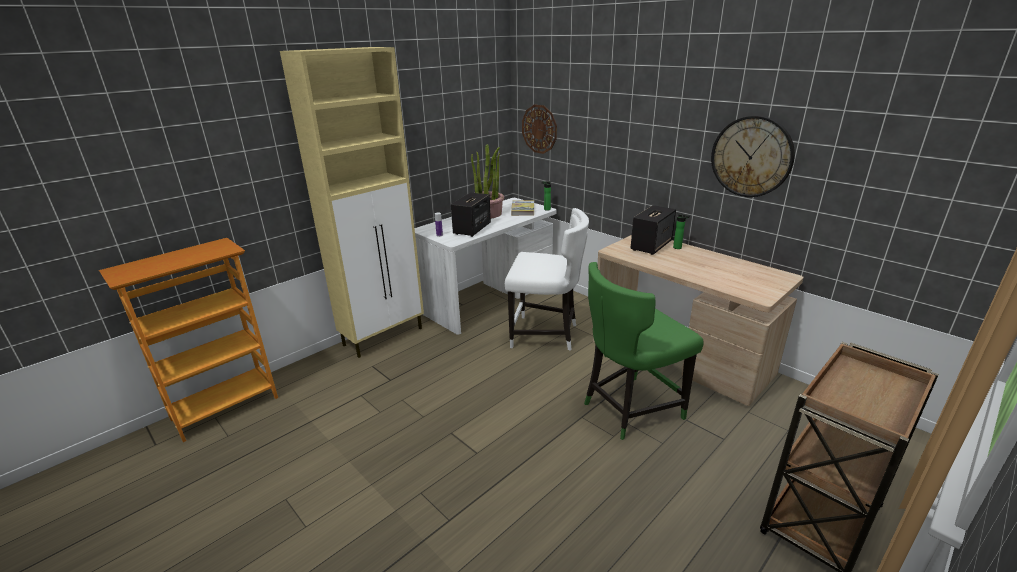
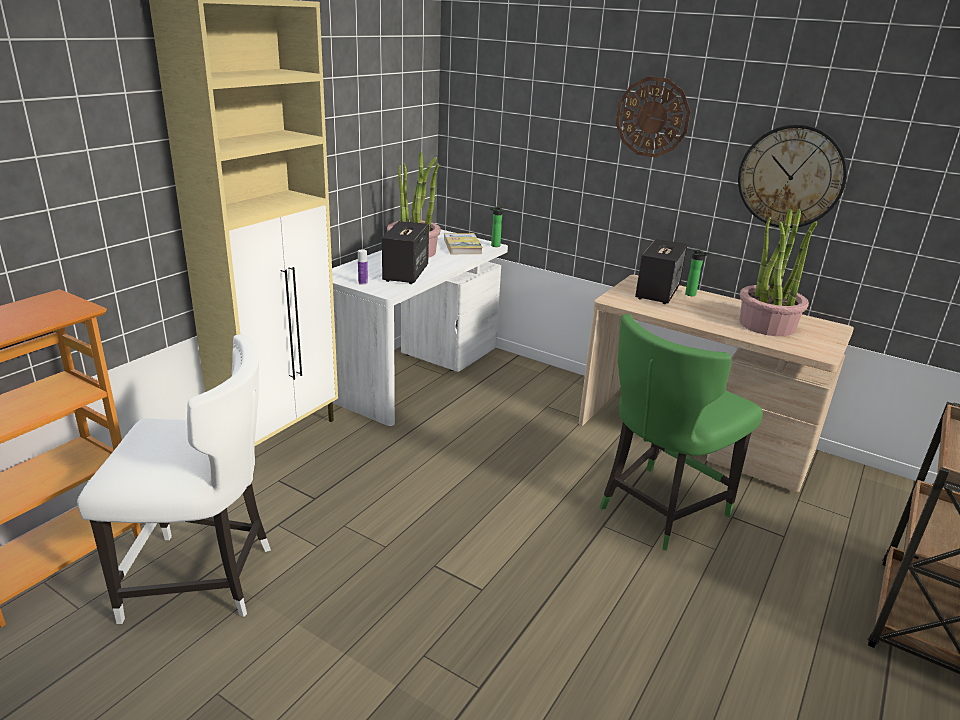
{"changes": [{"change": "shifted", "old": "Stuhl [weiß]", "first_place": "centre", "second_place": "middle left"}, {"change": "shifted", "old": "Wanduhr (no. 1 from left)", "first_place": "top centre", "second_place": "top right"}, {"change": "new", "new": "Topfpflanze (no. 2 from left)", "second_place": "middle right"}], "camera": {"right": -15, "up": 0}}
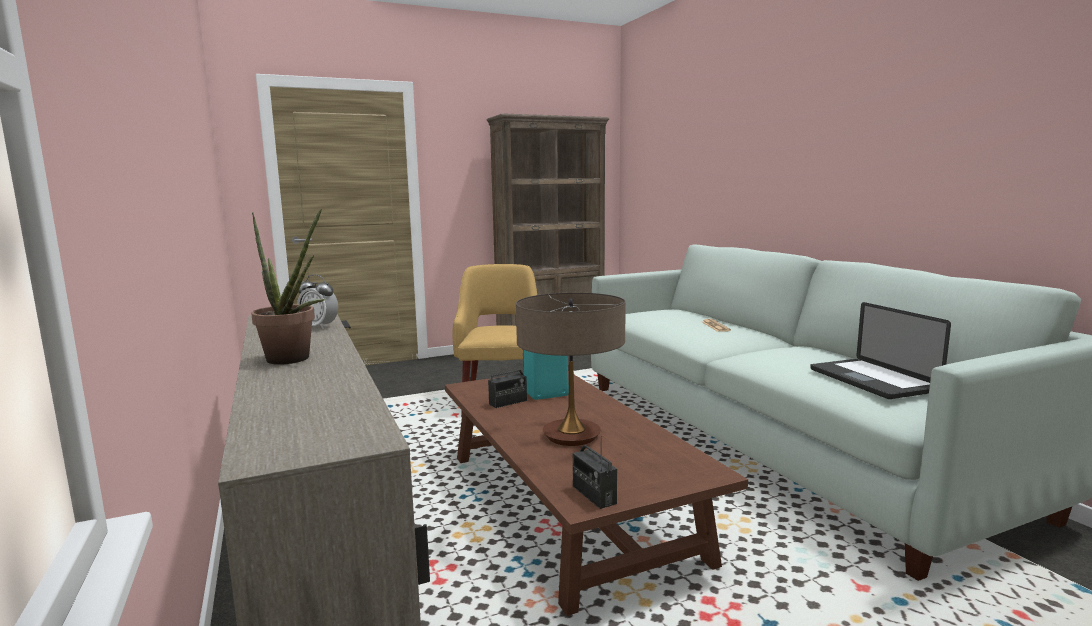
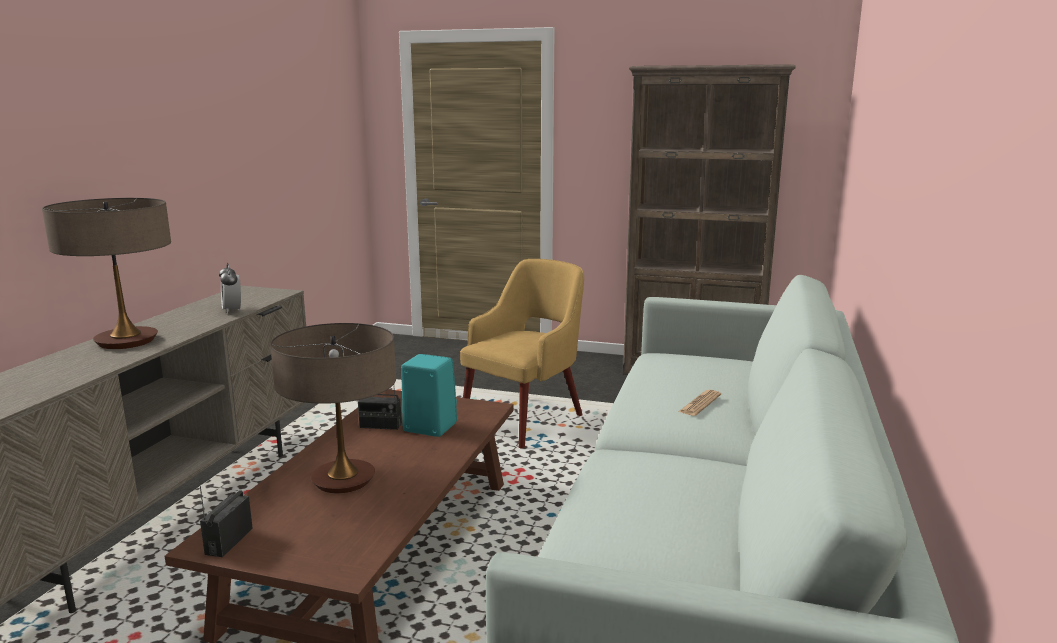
{"changes": [{"change": "swapped", "old": "Topfpflanze", "new": "Tischlampe (no. 1 from left)", "first_place": "middle left", "second_place": "middle left"}, {"change": "gone", "old": "Laptop", "first_place": "middle right"}], "camera": {"right": 40, "up": 5}}
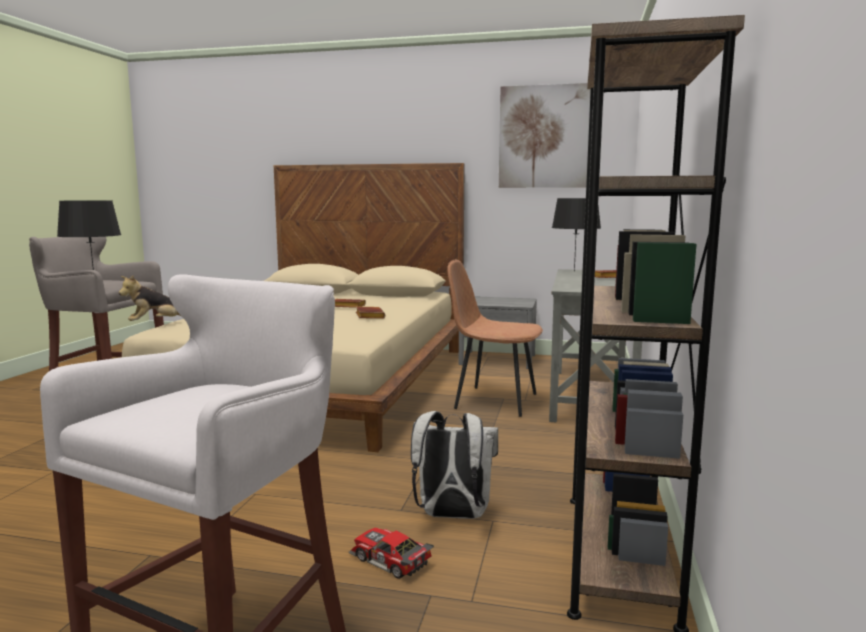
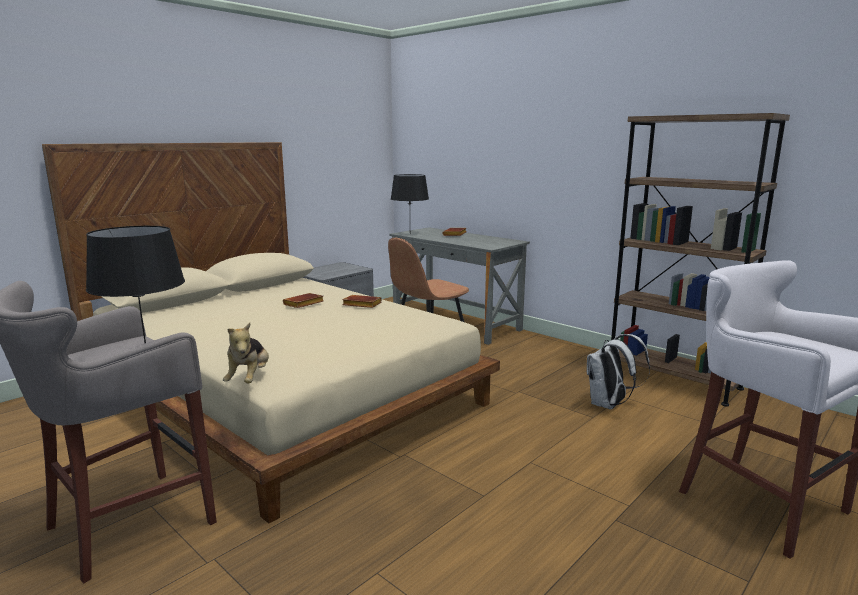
{"changes": [{"change": "gone", "old": "Spielzeugauto", "first_place": "bottom centre"}, {"change": "gone", "old": "Bild", "first_place": "top centre"}], "camera": {"right": -60, "up": 5}}
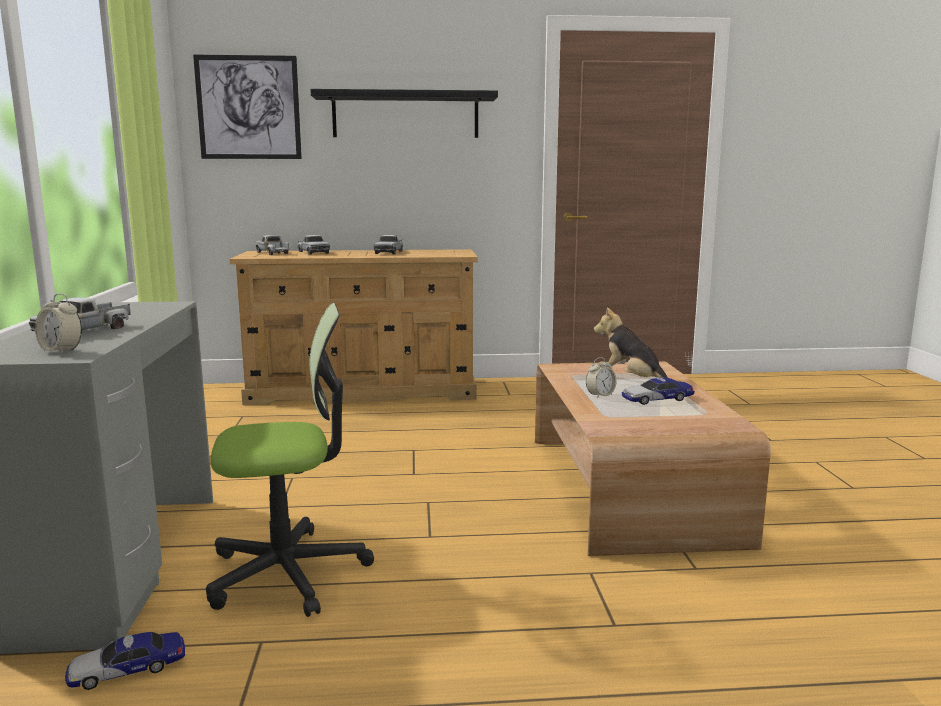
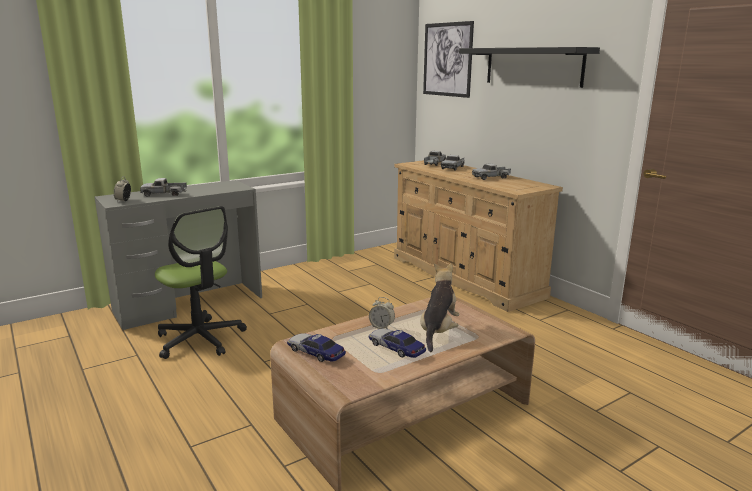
{"changes": [{"change": "shifted", "old": "Spielzeugauto (no. 1 from left)", "first_place": "bottom left", "second_place": "bottom centre"}], "camera": {"right": 60, "up": 5}}
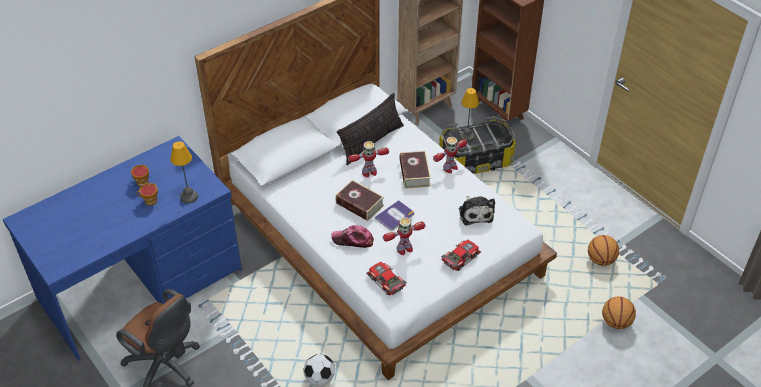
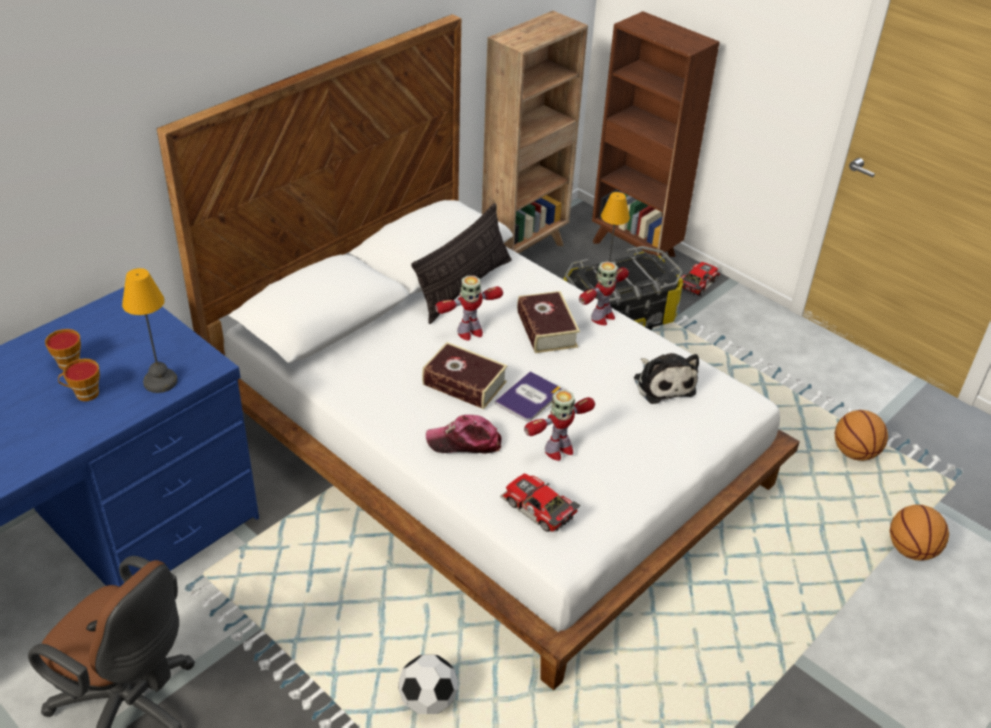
{"changes": [{"change": "shifted", "old": "Spielzeugauto (no. 2 from left)", "first_place": "centre", "second_place": "middle right"}], "camera": {"right": -10, "up": -5}}
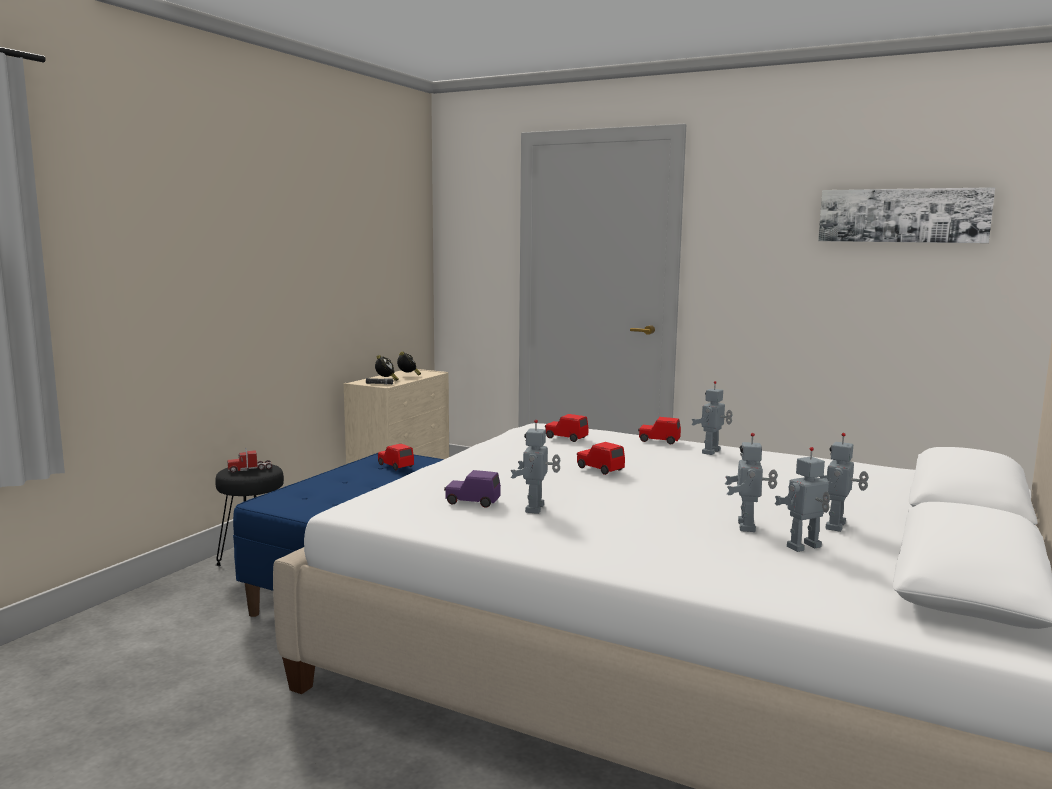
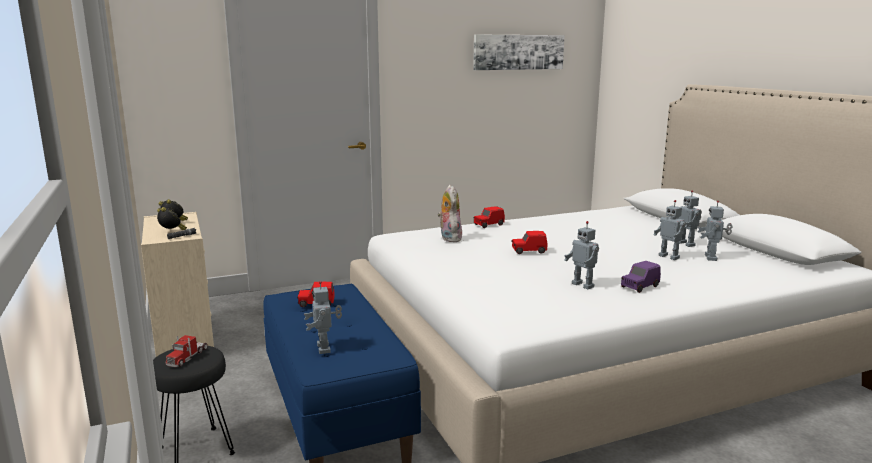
{"changes": [{"change": "shifted", "old": "Spielzeugauto [lila]", "first_place": "centre", "second_place": "middle right"}, {"change": "swapped", "old": "Spielzeugauto [rot] (no. 2 from left)", "new": "Plüschtier", "first_place": "centre", "second_place": "centre"}, {"change": "shifted", "old": "Spielzeugroboter (no. 2 from left in the first image)", "new": "Spielzeugroboter (no. 1 from left)", "first_place": "middle right", "second_place": "bottom centre"}], "camera": {"right": -50, "up": 5}}
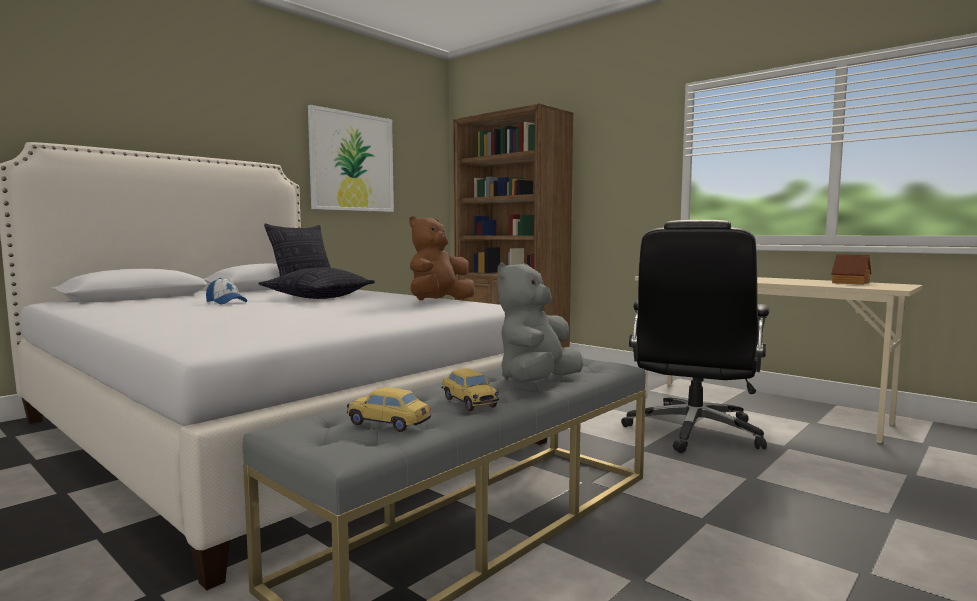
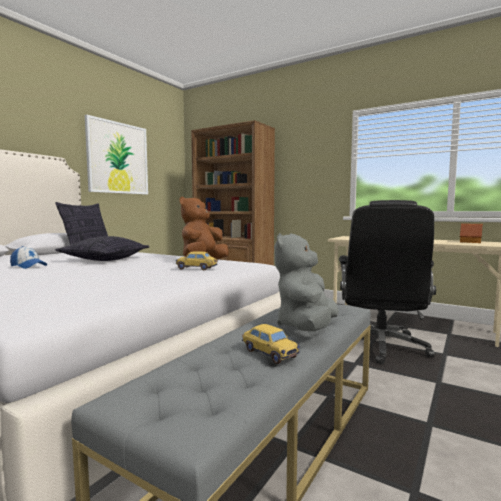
{"changes": [{"change": "shifted", "old": "Spielzeugauto (no. 1 from left)", "first_place": "bottom centre", "second_place": "centre"}], "camera": {"right": -10, "up": 0}}
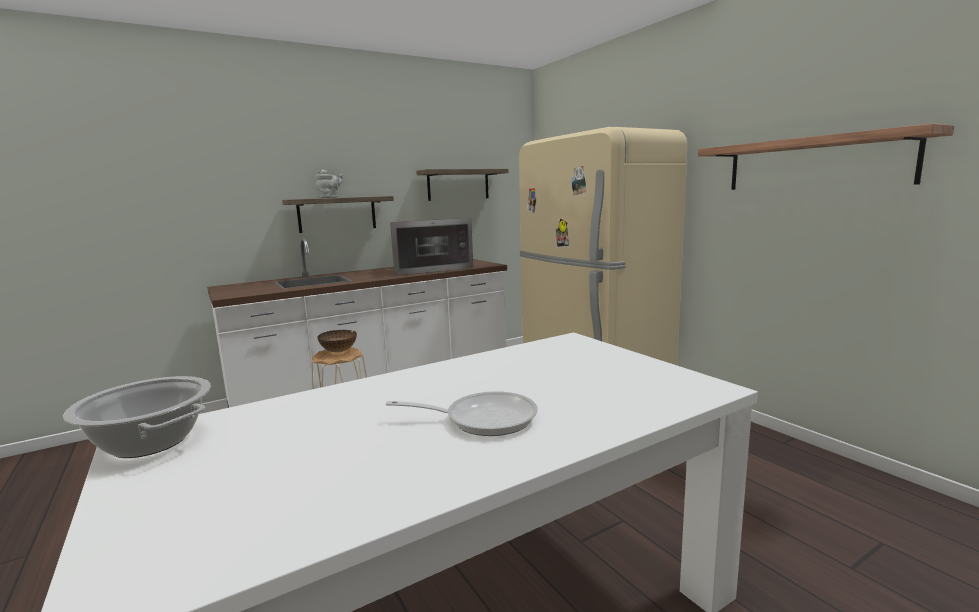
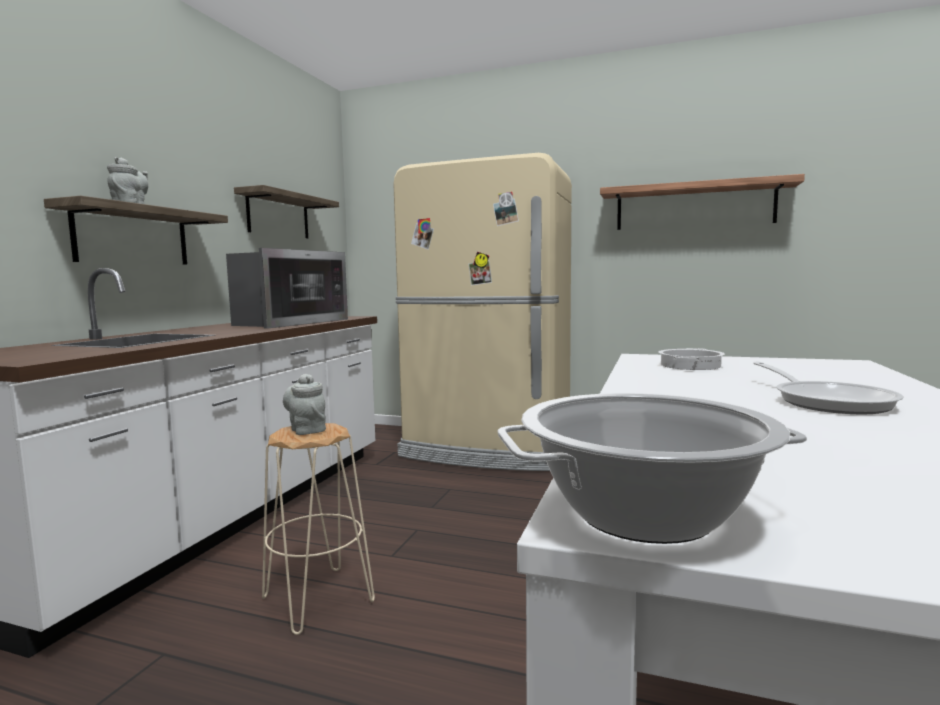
{"changes": [{"change": "swapped", "old": "Schüssel", "new": "Teekanne [grau] (no. 2 from left)", "first_place": "centre", "second_place": "middle left"}, {"change": "rotated", "old": "Pfanne", "first_place": "bottom centre", "second_place": "middle right", "degrees": 120}, {"change": "new", "new": "Kochtopf (no. 2 from left)", "second_place": "middle right"}], "camera": {"right": -40, "up": -5}}
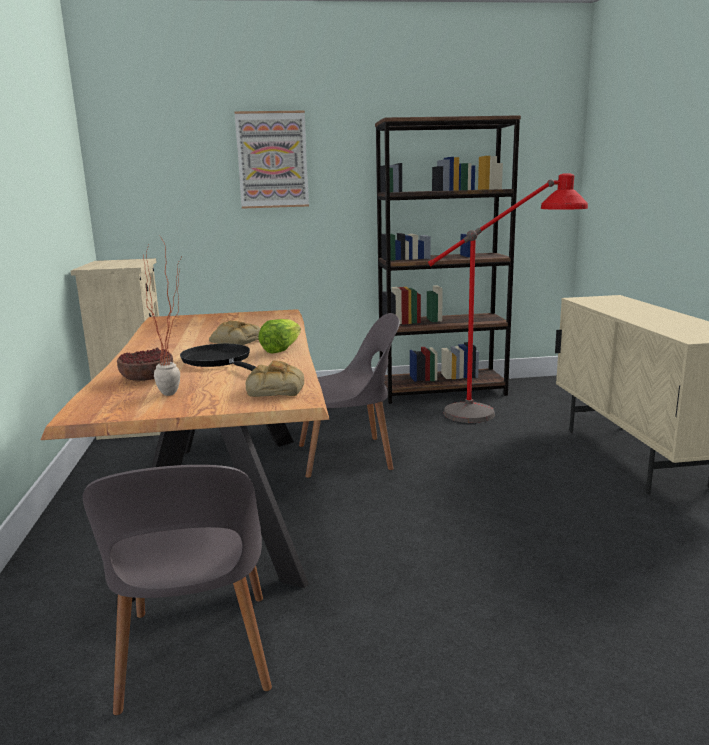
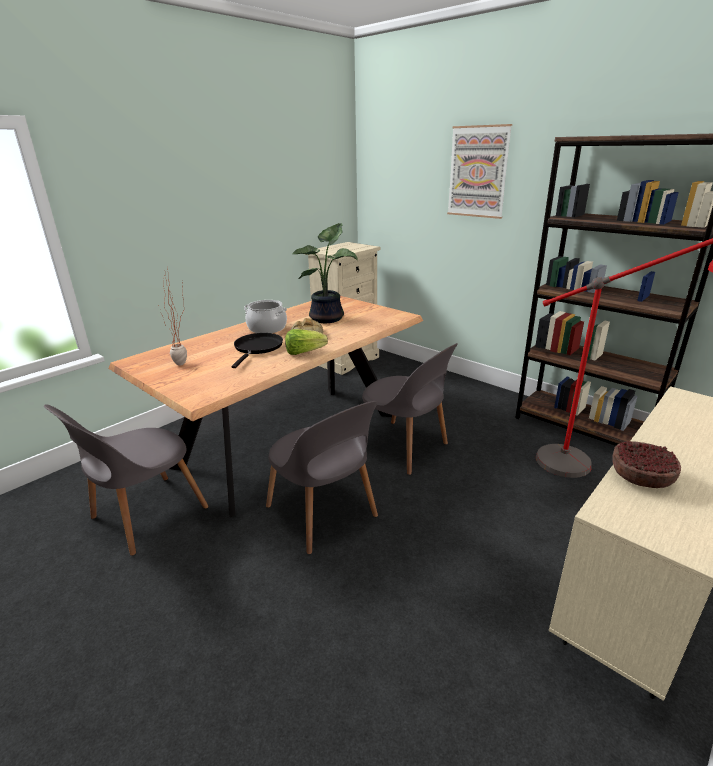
{"changes": [{"change": "shifted", "old": "Schüssel", "first_place": "middle left", "second_place": "middle right"}, {"change": "gone", "old": "Brot (no. 2 from left)", "first_place": "centre"}, {"change": "new", "new": "Kochtopf", "second_place": "centre"}, {"change": "new", "new": "Stuhl [grau] (no. 2 from left)", "second_place": "centre"}, {"change": "new", "new": "Topfpflanze (no. 2 from left)", "second_place": "centre"}], "camera": {"right": 50, "up": 10}}
